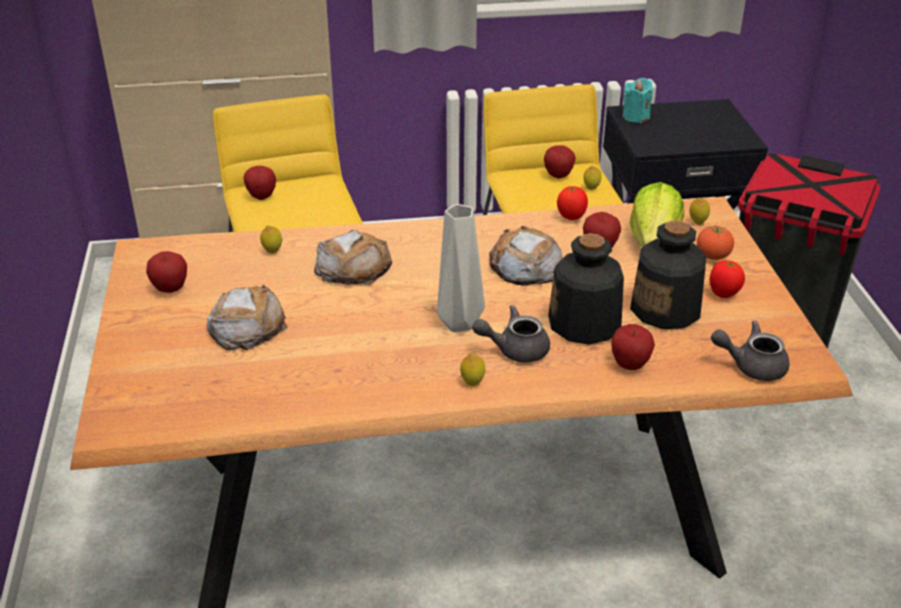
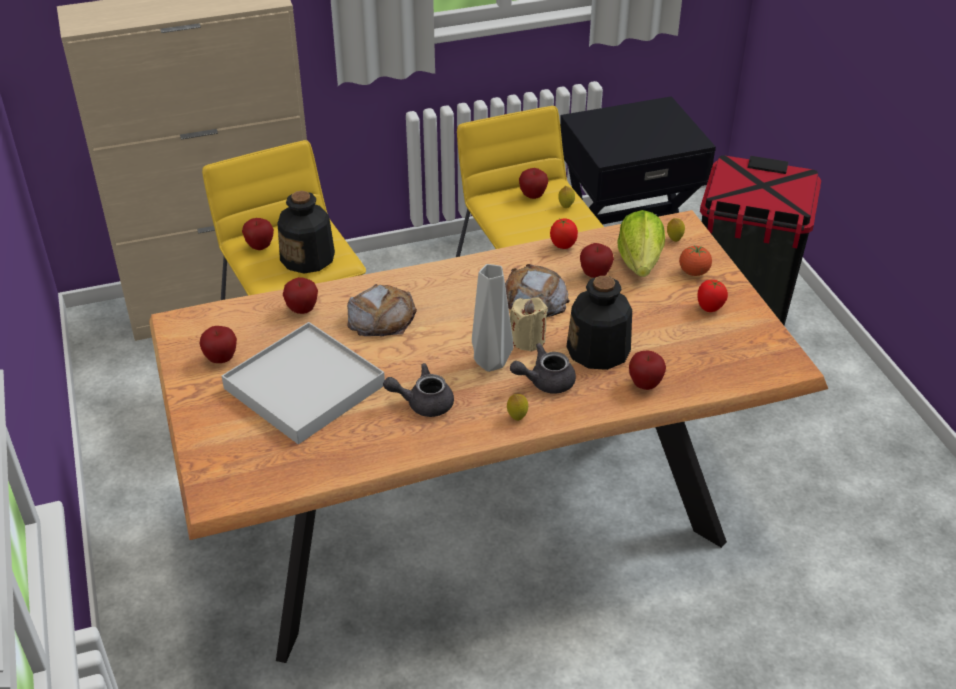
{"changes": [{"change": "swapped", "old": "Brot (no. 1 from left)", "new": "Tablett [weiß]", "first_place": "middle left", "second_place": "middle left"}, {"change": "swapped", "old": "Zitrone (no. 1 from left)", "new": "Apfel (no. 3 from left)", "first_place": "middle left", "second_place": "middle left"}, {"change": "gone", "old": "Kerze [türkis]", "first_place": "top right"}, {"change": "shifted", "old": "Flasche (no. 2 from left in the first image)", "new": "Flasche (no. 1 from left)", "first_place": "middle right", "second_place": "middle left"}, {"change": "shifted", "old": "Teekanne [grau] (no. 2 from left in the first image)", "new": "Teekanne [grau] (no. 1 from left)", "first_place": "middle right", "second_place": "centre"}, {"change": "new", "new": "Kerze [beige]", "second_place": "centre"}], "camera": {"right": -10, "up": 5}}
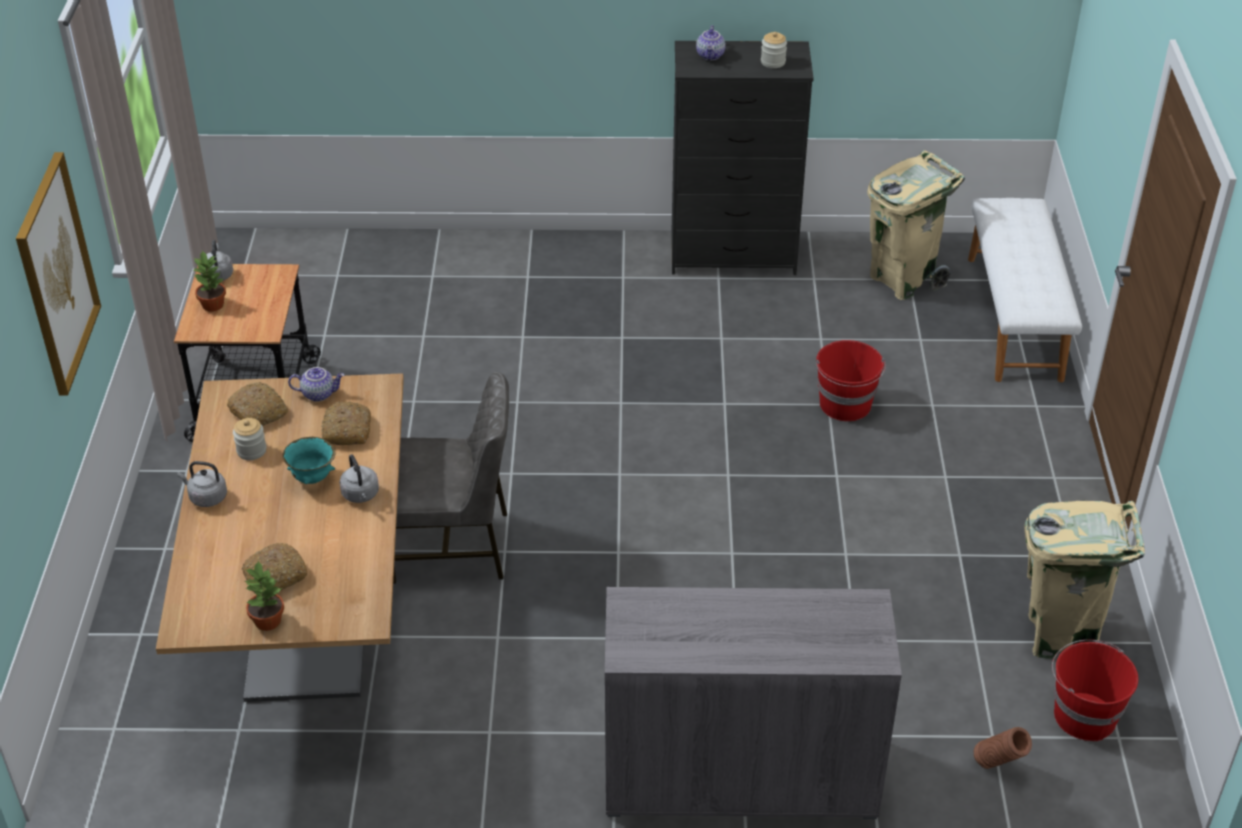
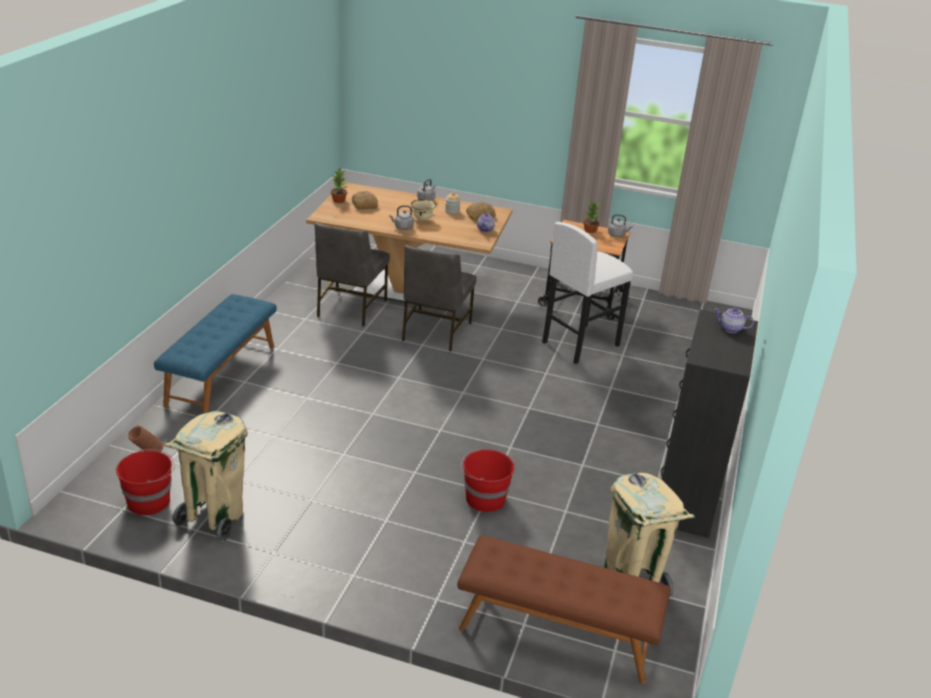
{"changes": [{"change": "gone", "old": "Bild", "first_place": "top left"}, {"change": "repainted", "old": "Schüssel [türkis]", "new": "Schüssel [beige]", "first_place": "middle left", "second_place": "top centre"}, {"change": "gone", "old": "Brot (no. 3 from left)", "first_place": "middle left"}, {"change": "swapped", "old": "Schrank [grau]", "new": "Bank [blau]", "first_place": "bottom centre", "second_place": "middle left"}, {"change": "gone", "old": "Vorratsglas (no. 2 from left)", "first_place": "top centre"}, {"change": "repainted", "old": "Bank [weiß]", "new": "Bank [braun]", "first_place": "middle right", "second_place": "bottom centre"}, {"change": "new", "new": "Stuhl [grau] (no. 1 from left)", "second_place": "centre"}, {"change": "new", "new": "Hocker [weiß]", "second_place": "centre"}], "camera": {"right": 105, "up": -10}}
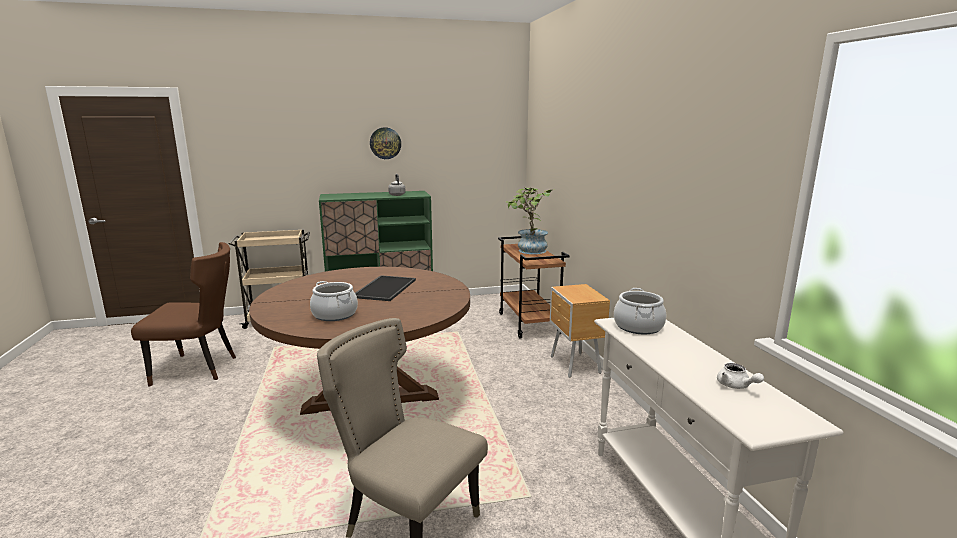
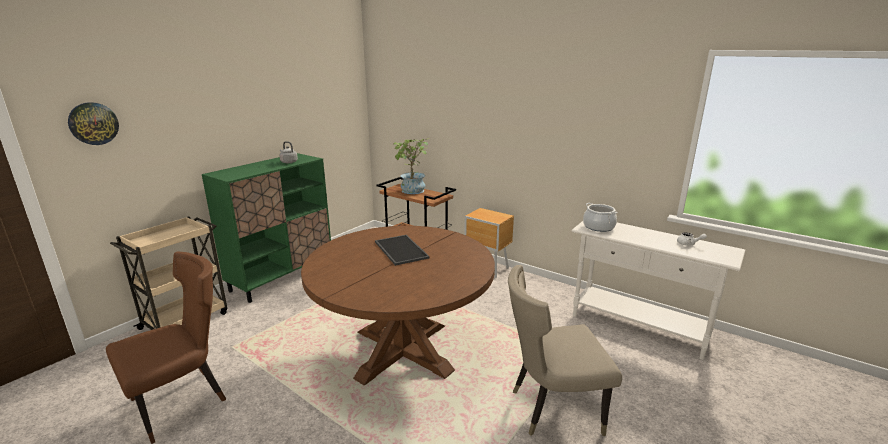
{"changes": [{"change": "gone", "old": "Kochtopf (no. 1 from left)", "first_place": "centre"}, {"change": "shifted", "old": "Wanduhr", "first_place": "top centre", "second_place": "top left"}], "camera": {"right": -40, "up": 5}}
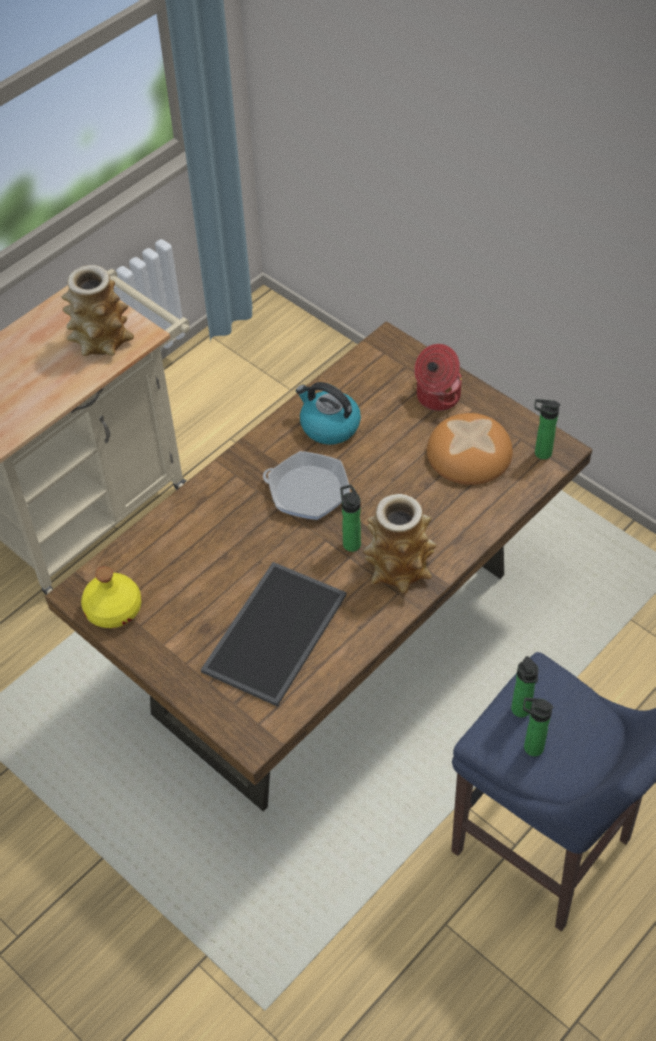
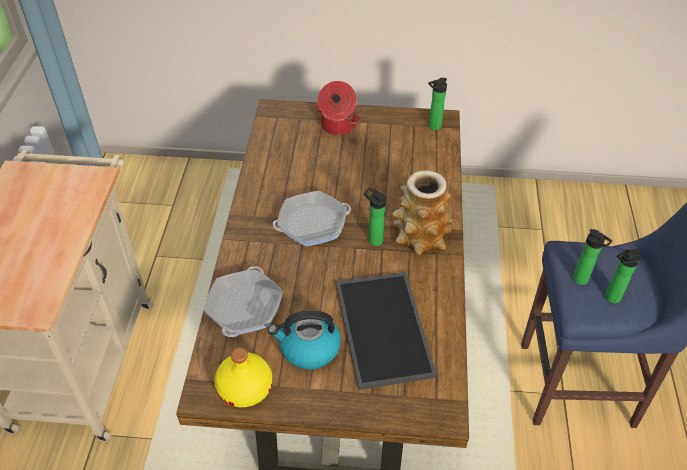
{"changes": [{"change": "gone", "old": "Vase (no. 1 from left)", "first_place": "top left"}, {"change": "shifted", "old": "Wasserkessel", "first_place": "centre", "second_place": "bottom centre"}, {"change": "gone", "old": "Brot", "first_place": "middle right"}, {"change": "new", "new": "Pfanne (no. 1 from left)", "second_place": "centre"}], "camera": {"right": -40, "up": -5}}
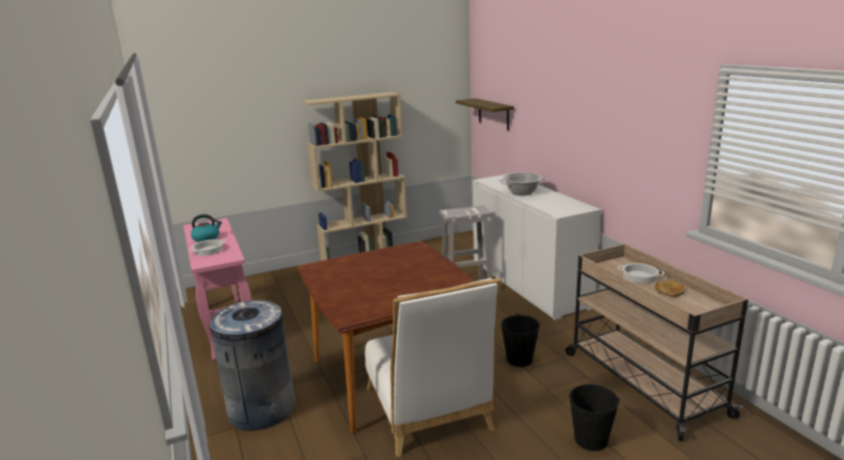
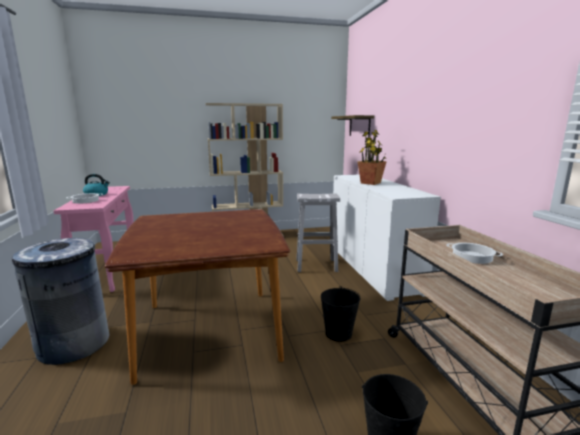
{"changes": [{"change": "gone", "old": "Stuhl [weiß]", "first_place": "bottom centre"}, {"change": "swapped", "old": "Kochtopf (no. 2 from left)", "new": "Topfpflanze", "first_place": "centre", "second_place": "centre"}, {"change": "gone", "old": "Brot", "first_place": "middle right"}], "camera": {"right": 10, "up": -5}}
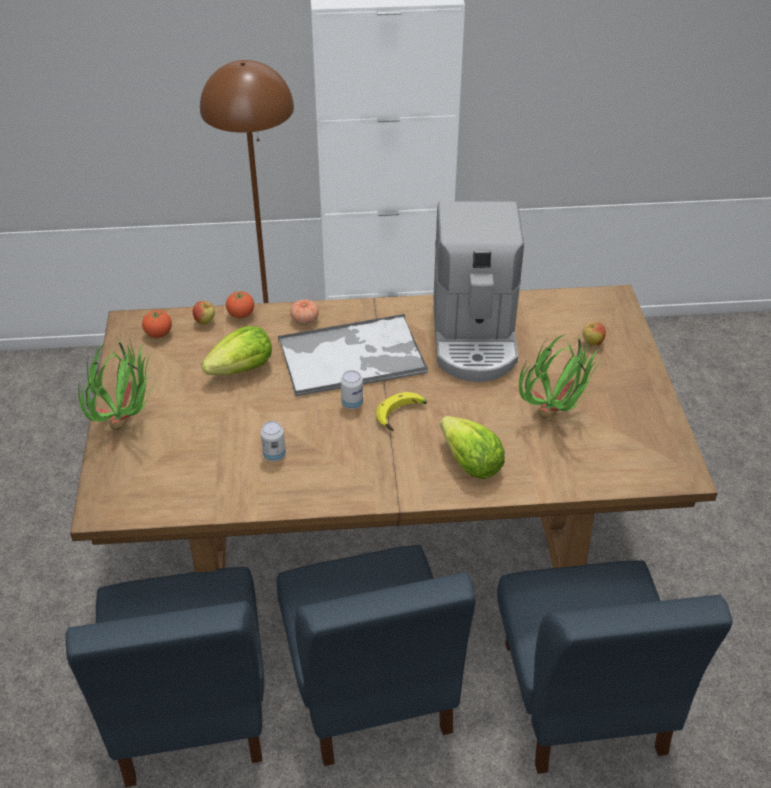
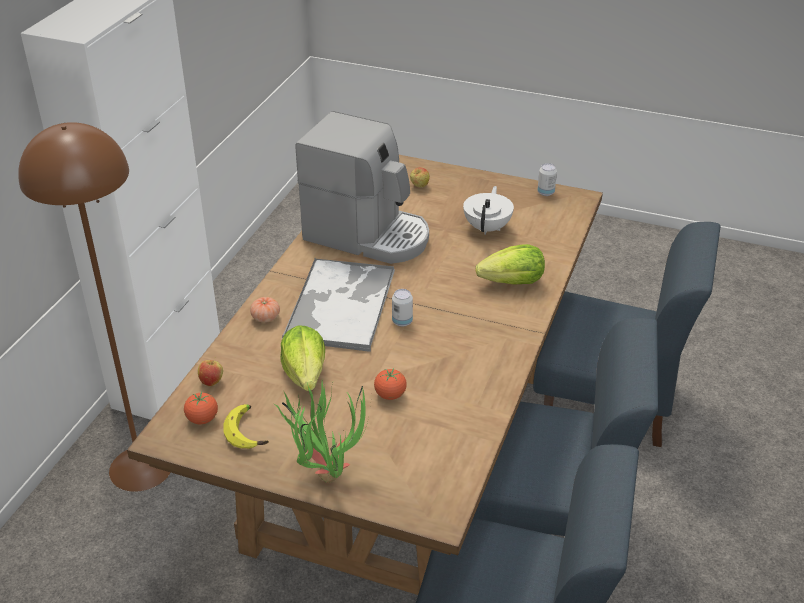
{"changes": [{"change": "shifted", "old": "Tomate (no. 2 from left in the first image)", "new": "Tomate (no. 3 from left)", "first_place": "middle left", "second_place": "centre"}, {"change": "shifted", "old": "Dose (no. 1 from left in the first image)", "new": "Dose (no. 2 from left)", "first_place": "centre", "second_place": "top right"}, {"change": "shifted", "old": "Banane", "first_place": "centre", "second_place": "bottom left"}, {"change": "swapped", "old": "Topfpflanze (no. 2 from left)", "new": "Teekanne [weiß]", "first_place": "middle right", "second_place": "centre"}], "camera": {"right": -65, "up": -5}}
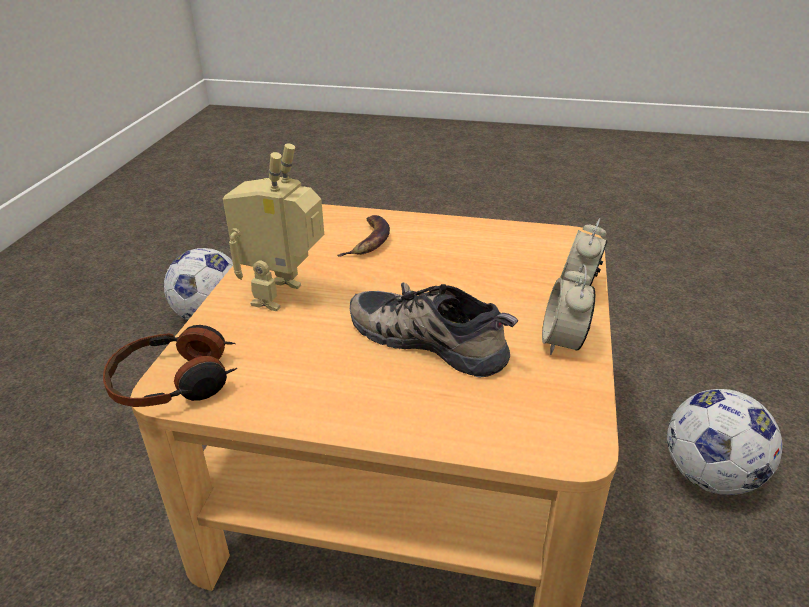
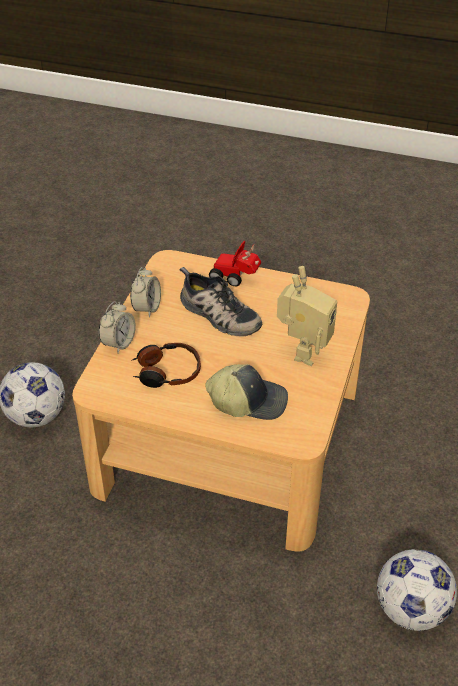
{"changes": [{"change": "shifted", "old": "Kopfhörer", "first_place": "middle left", "second_place": "centre"}, {"change": "swapped", "old": "Banane", "new": "Kappe", "first_place": "centre", "second_place": "centre"}, {"change": "new", "new": "Spielzeugauto", "second_place": "centre"}], "camera": {"right": -175, "up": 10}}
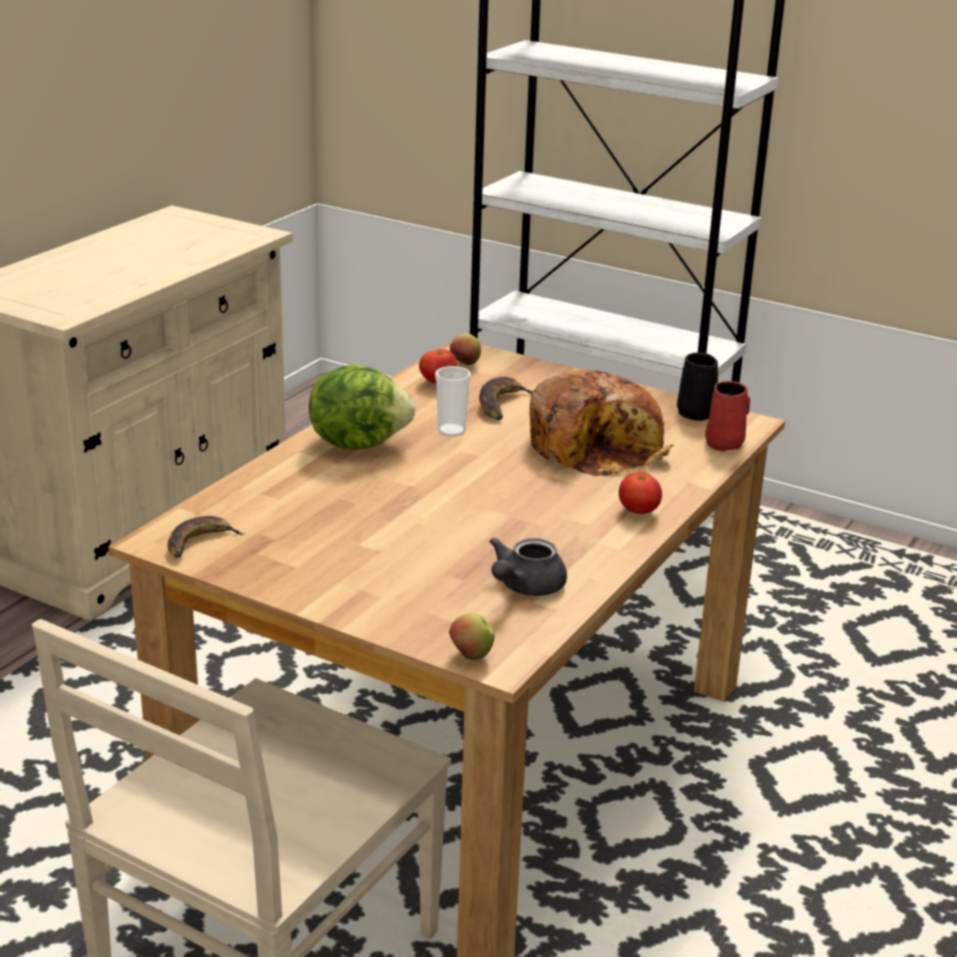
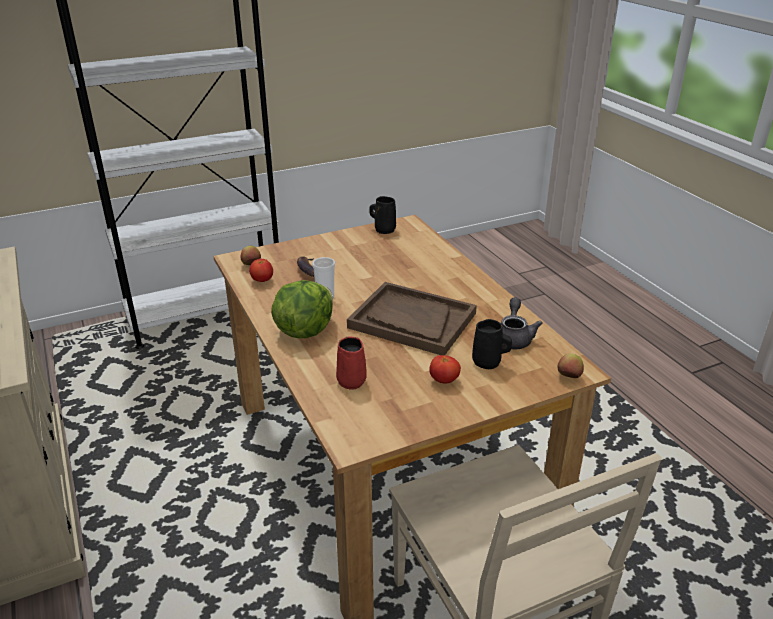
{"changes": [{"change": "gone", "old": "Banane (no. 1 from left)", "first_place": "middle left"}, {"change": "rotated", "old": "Teekanne [grau]", "first_place": "centre", "second_place": "middle right", "degrees": -150}, {"change": "gone", "old": "Brot", "first_place": "centre"}, {"change": "shifted", "old": "Tomate (no. 2 from left)", "first_place": "middle right", "second_place": "centre"}, {"change": "shifted", "old": "Henkelbecher [rot]", "first_place": "middle right", "second_place": "centre"}, {"change": "new", "new": "Tablett [braun]", "second_place": "centre"}, {"change": "new", "new": "Henkelbecher [schwarz] (no. 2 from left)", "second_place": "centre"}], "camera": {"right": -55, "up": 5}}
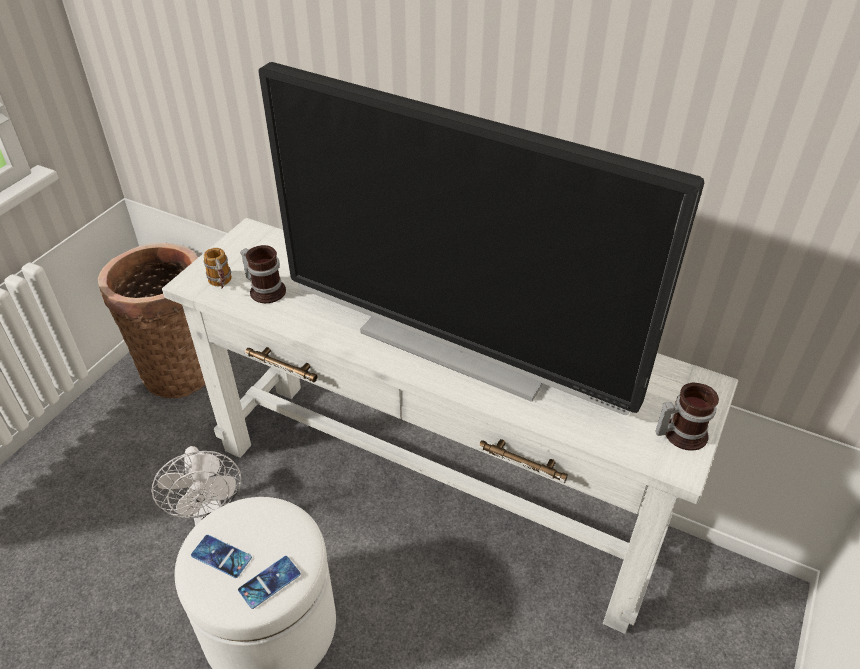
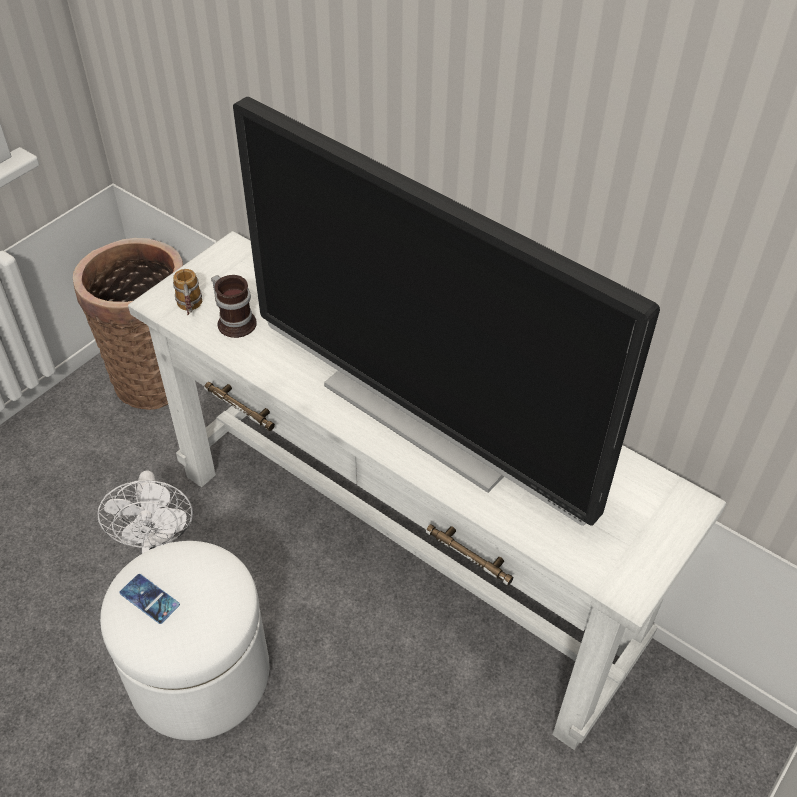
{"changes": [{"change": "gone", "old": "Handy (no. 2 from left)", "first_place": "bottom left"}, {"change": "gone", "old": "Henkelbecher (no. 3 from left)", "first_place": "middle right"}], "camera": {"right": 10, "up": 5}}
